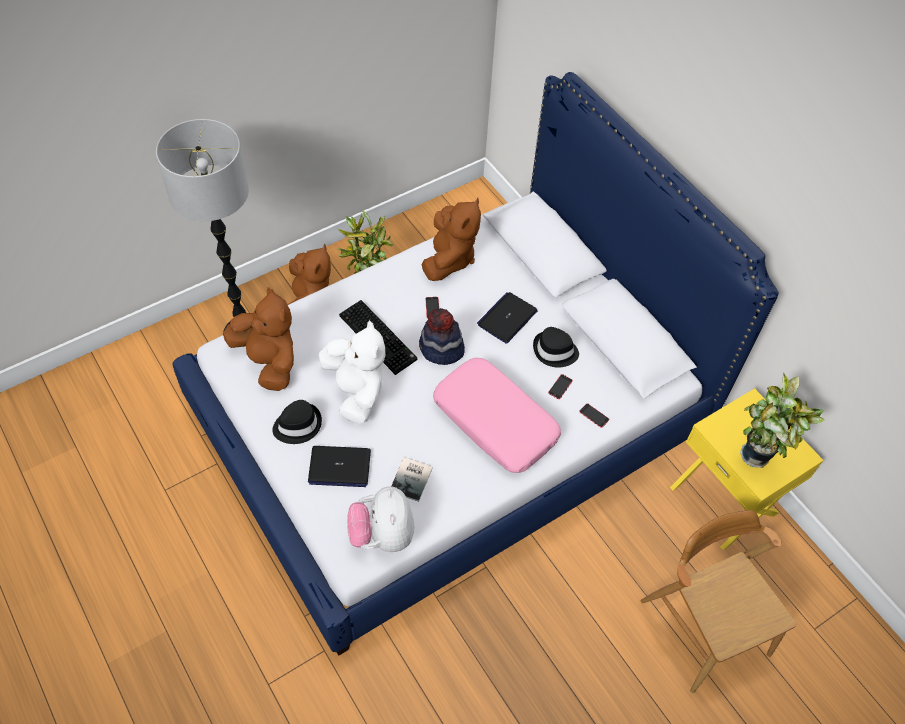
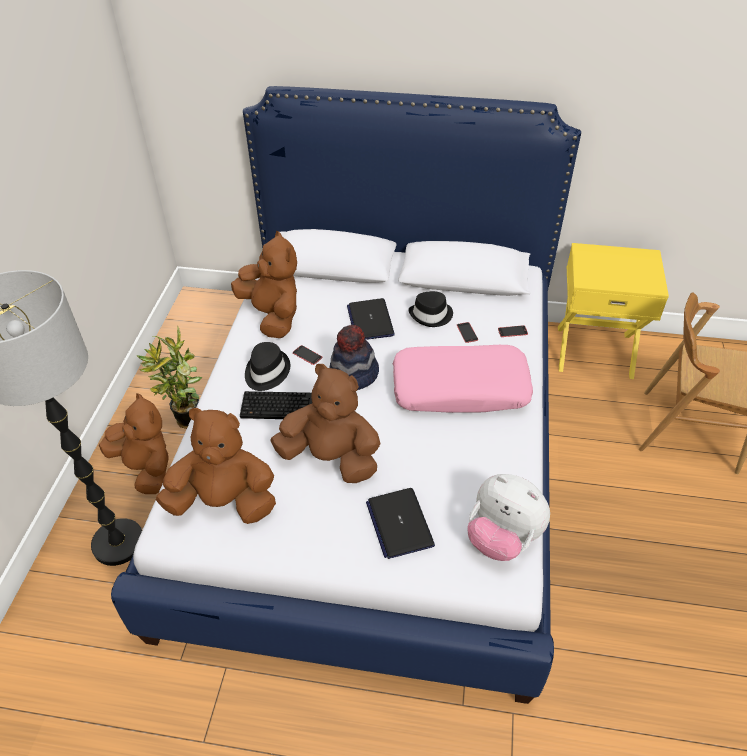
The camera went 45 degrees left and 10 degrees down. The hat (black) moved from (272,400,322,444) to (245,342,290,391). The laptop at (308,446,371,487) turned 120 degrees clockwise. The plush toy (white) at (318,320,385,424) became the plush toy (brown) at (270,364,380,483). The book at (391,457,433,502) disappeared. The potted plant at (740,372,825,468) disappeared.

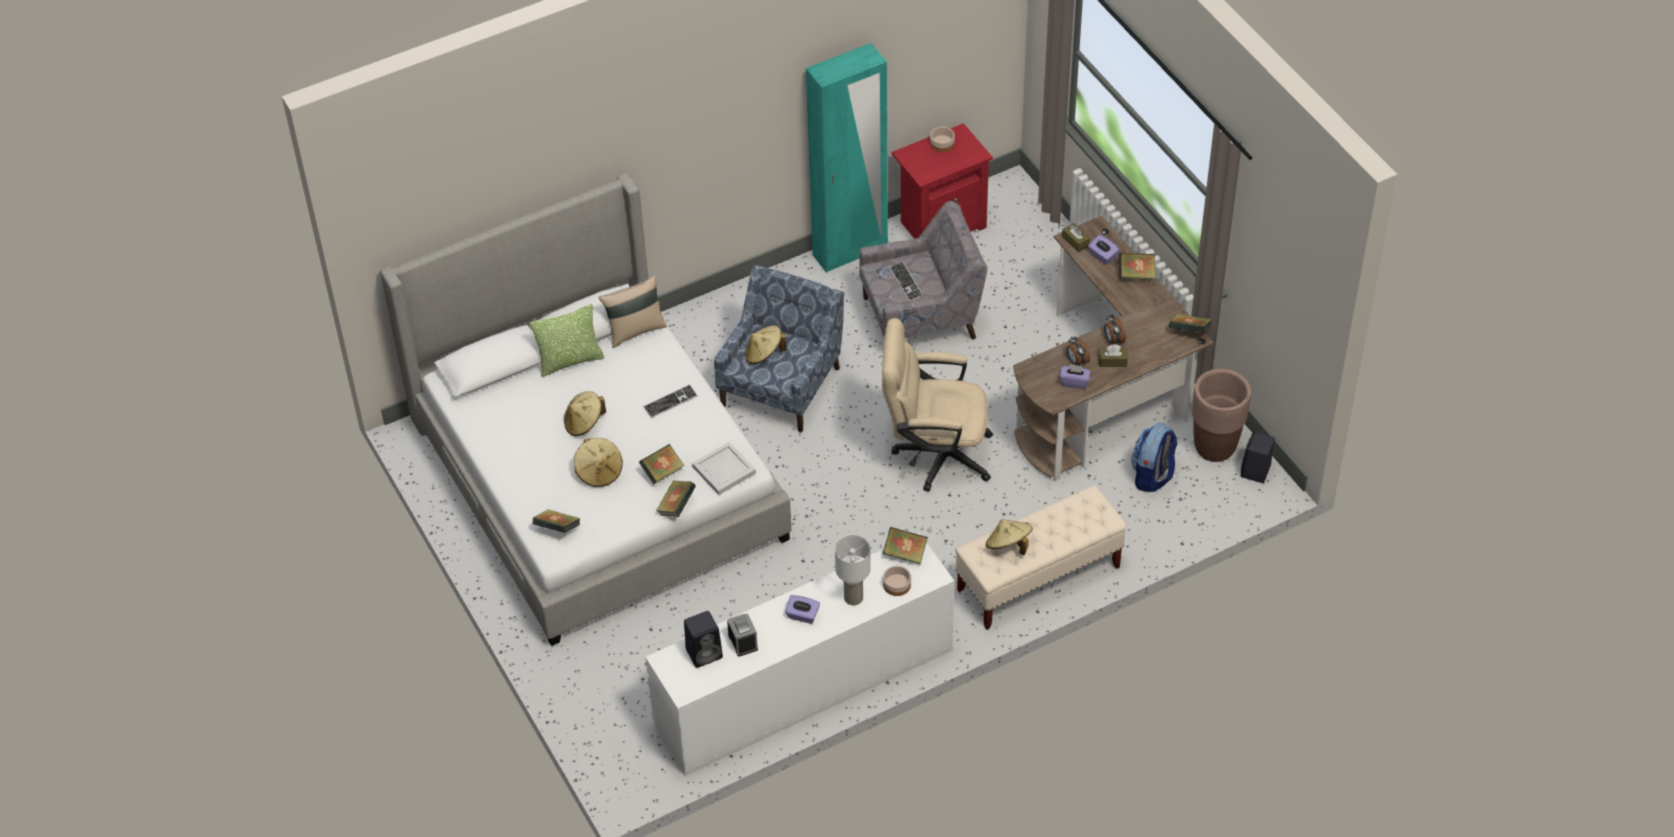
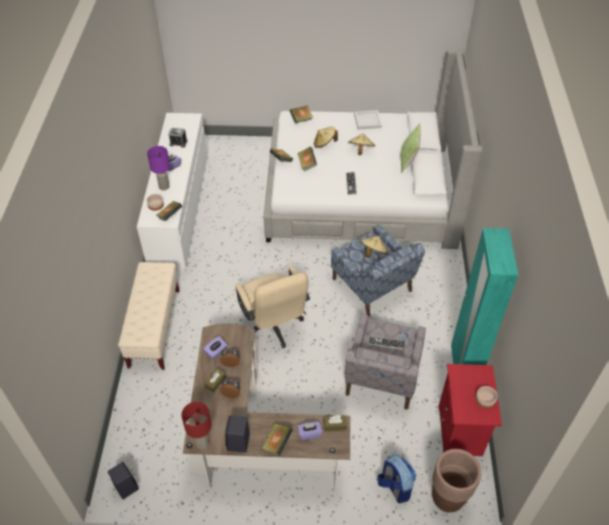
The camera went 120 degrees right and 0 degrees up. The pillow (beige) at (598,275,667,348) disappeared. The speaker (black) moved from (684,611,723,668) to (225,415,250,453). The tray (white) moved from (692,442,756,495) to (354,110,382,130). The table lamp (white) at (835,535,871,605) became the table lamp (purple) at (147,146,170,190). The office chair (beige) at (882,318,993,492) turned 120 degrees clockwise. The hat (beige) at (986,519,1032,555) disappeared. The backpack moved from (1131,423,1178,492) to (377,454,416,503). The book at (1169,314,1212,333) was replaced by the table lamp (red) at (181,402,212,449). The planter (brown) moved from (1192,369,1251,462) to (432,449,481,513).

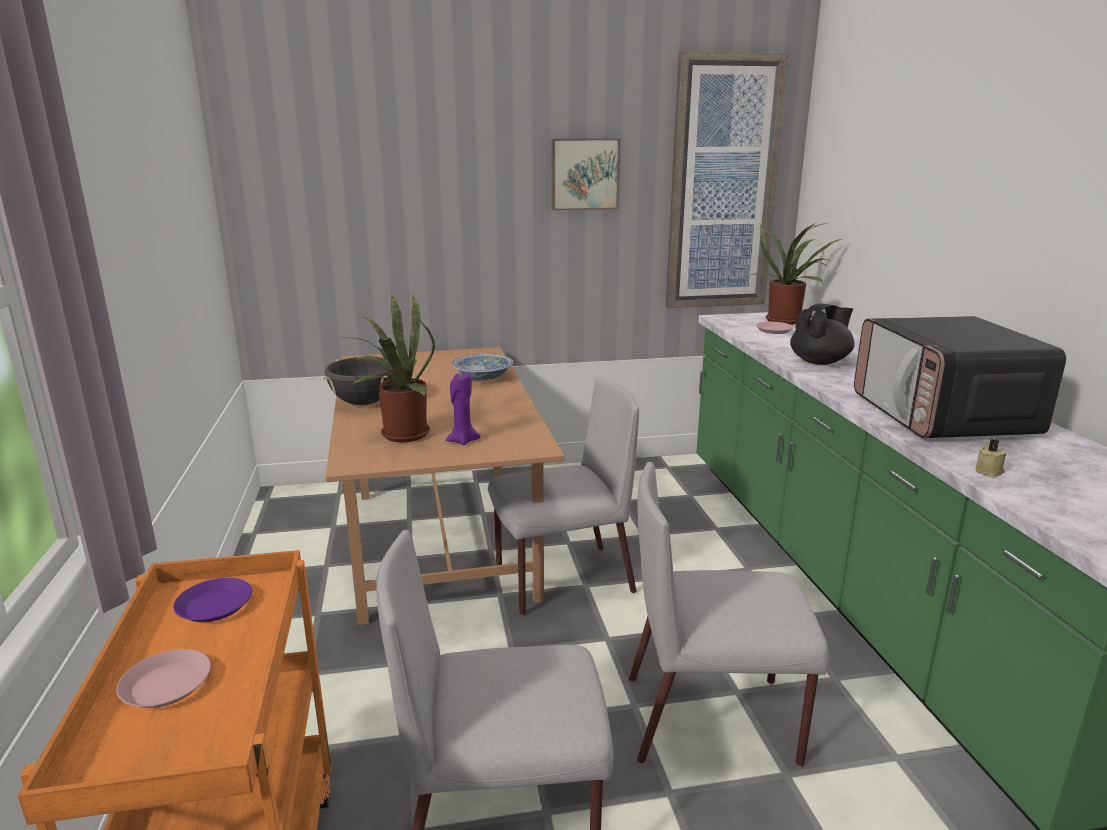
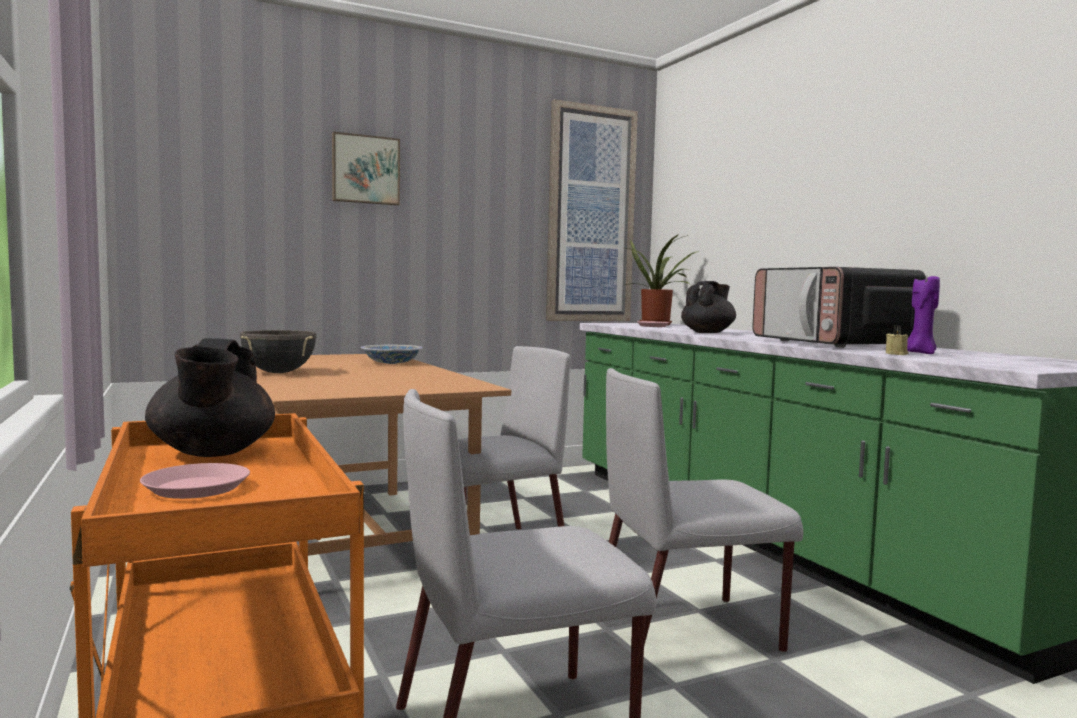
The camera went 15 degrees left and 15 degrees down. The plate (purple) at (173,578,252,622) was replaced by the teapot (black) at (145,338,275,457). The potted plant at (340,294,435,442) disappeared. The candle (purple) moved from (446,372,481,445) to (907,276,940,354). The picture moved from (551,139,620,210) to (332,132,400,205).

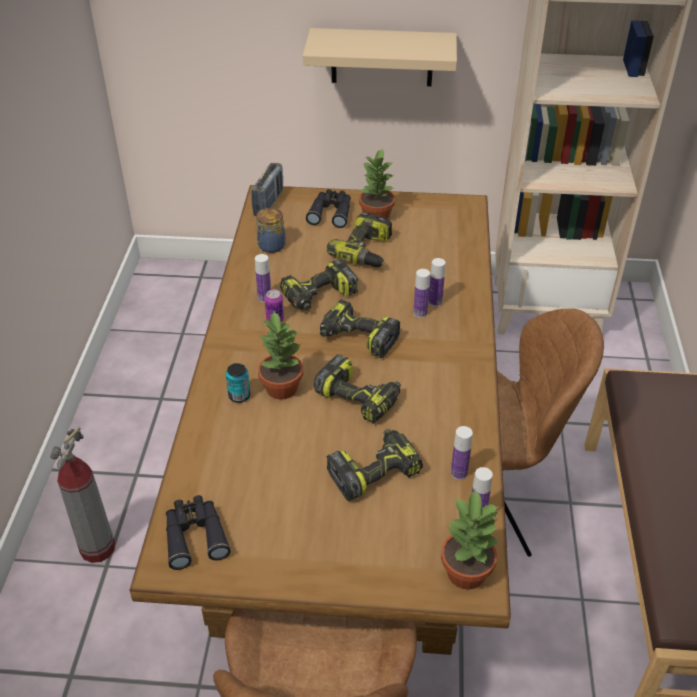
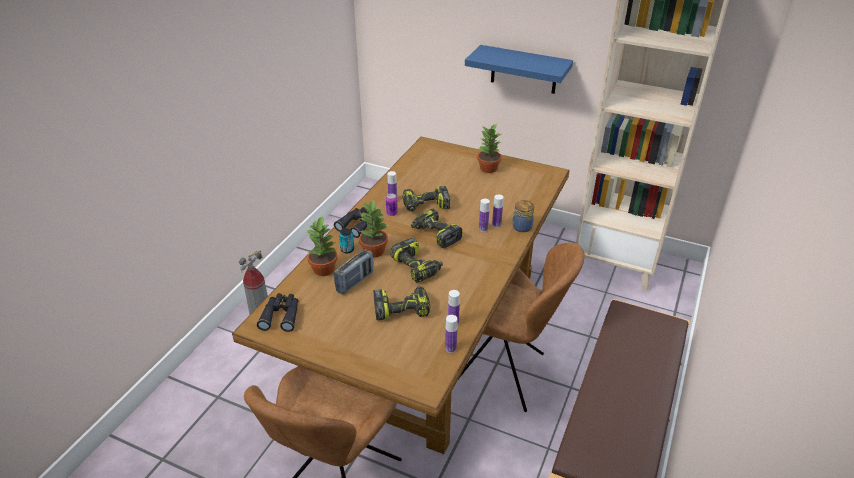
The camera went 20 degrees right and 5 degrees down. The radio moved from (251,163,283,216) to (334,249,373,294). The jar moved from (256,208,285,253) to (512,200,534,232). The shelf (beige) at (303,28,457,86) became the shelf (blue) at (465,45,573,94). The binoculars (black) moved from (306,189,351,228) to (334,207,369,238). The power drill at (327,212,392,267) disappeared. The potted plant moved from (441,489,500,590) to (306,215,337,276).

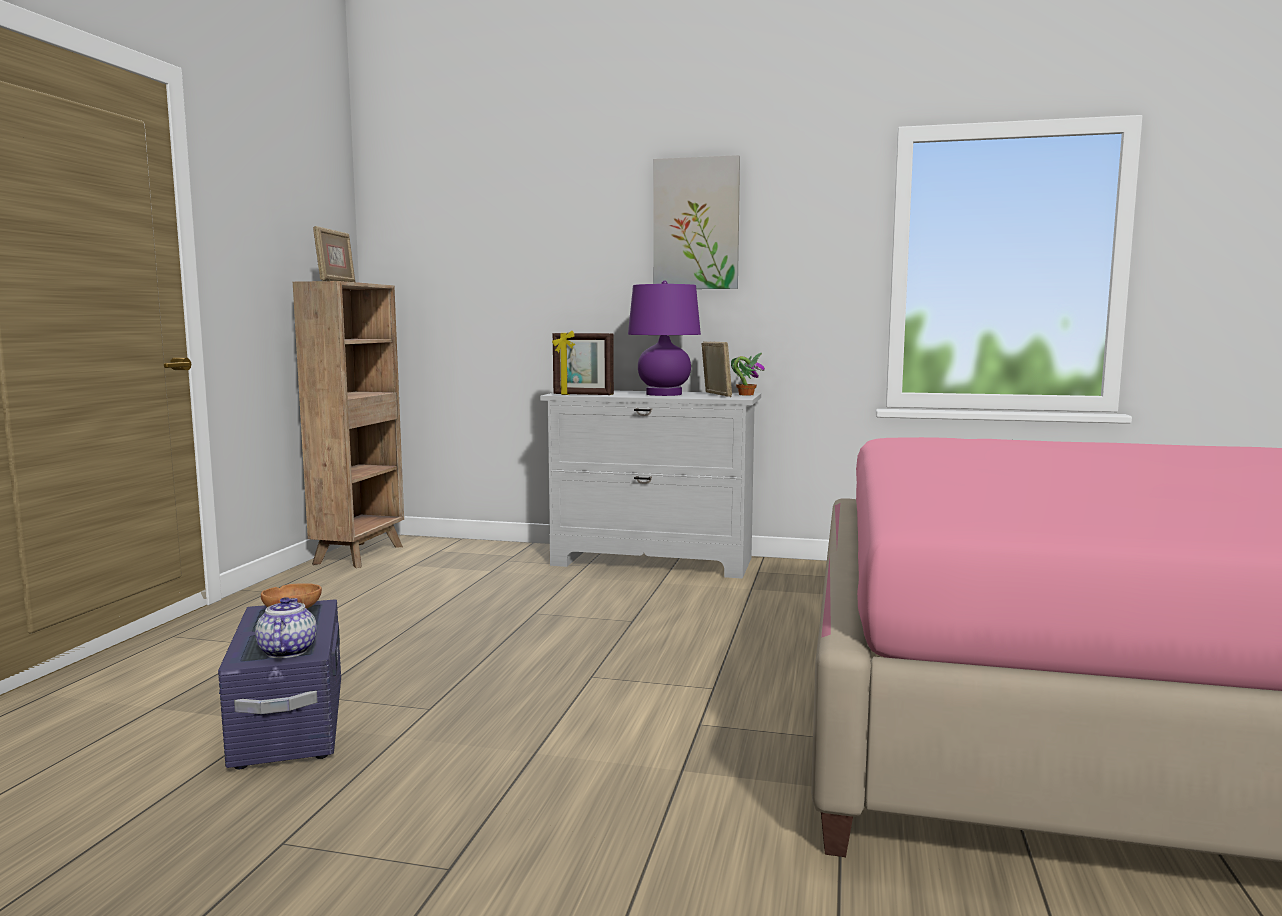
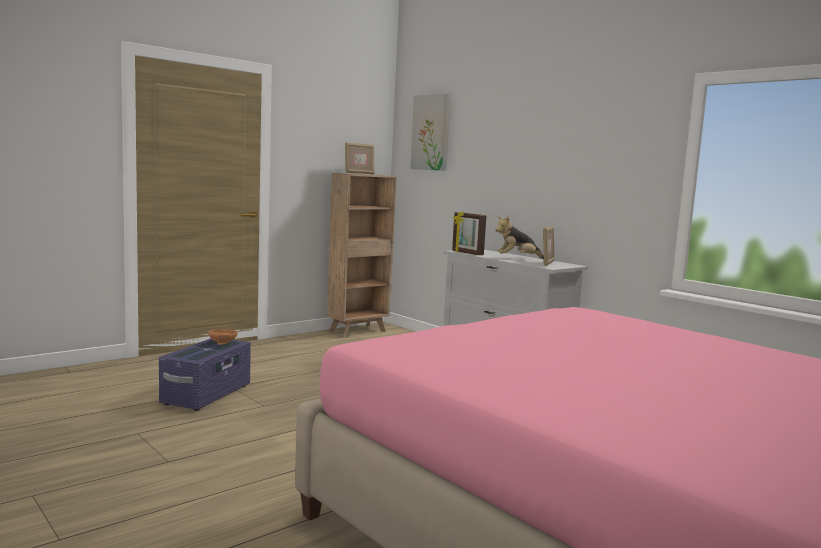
The camera went 35 degrees right and 0 degrees up. The teapot at (255,597,317,658) disappeared. The table lamp (purple) at (628,280,701,396) was replaced by the plush toy at (495,216,543,259). The picture moved from (653,155,740,289) to (410,93,451,171). The potted plant at (731,352,765,396) disappeared.

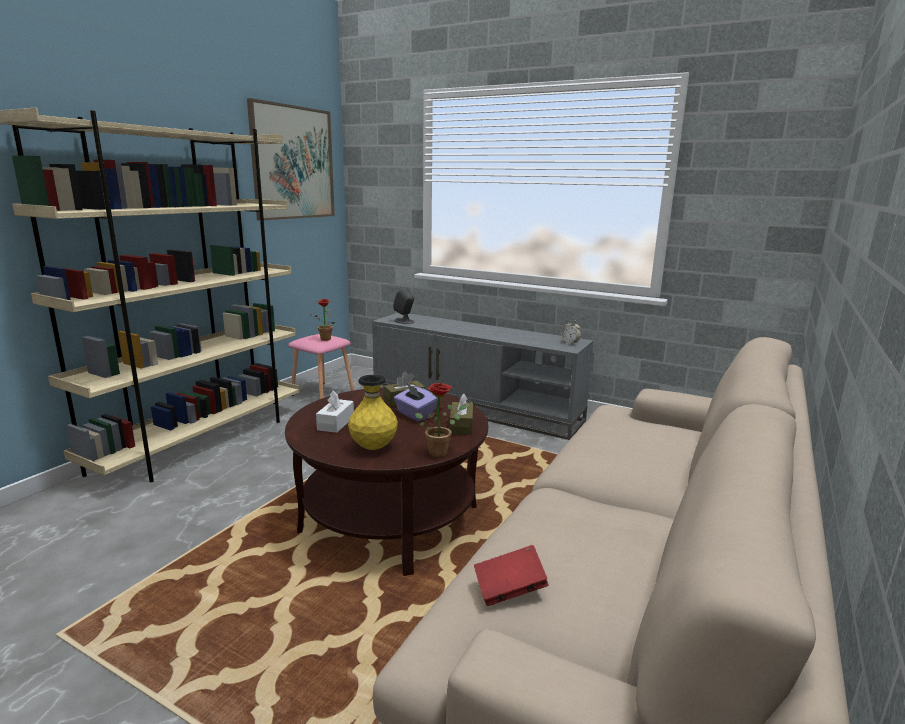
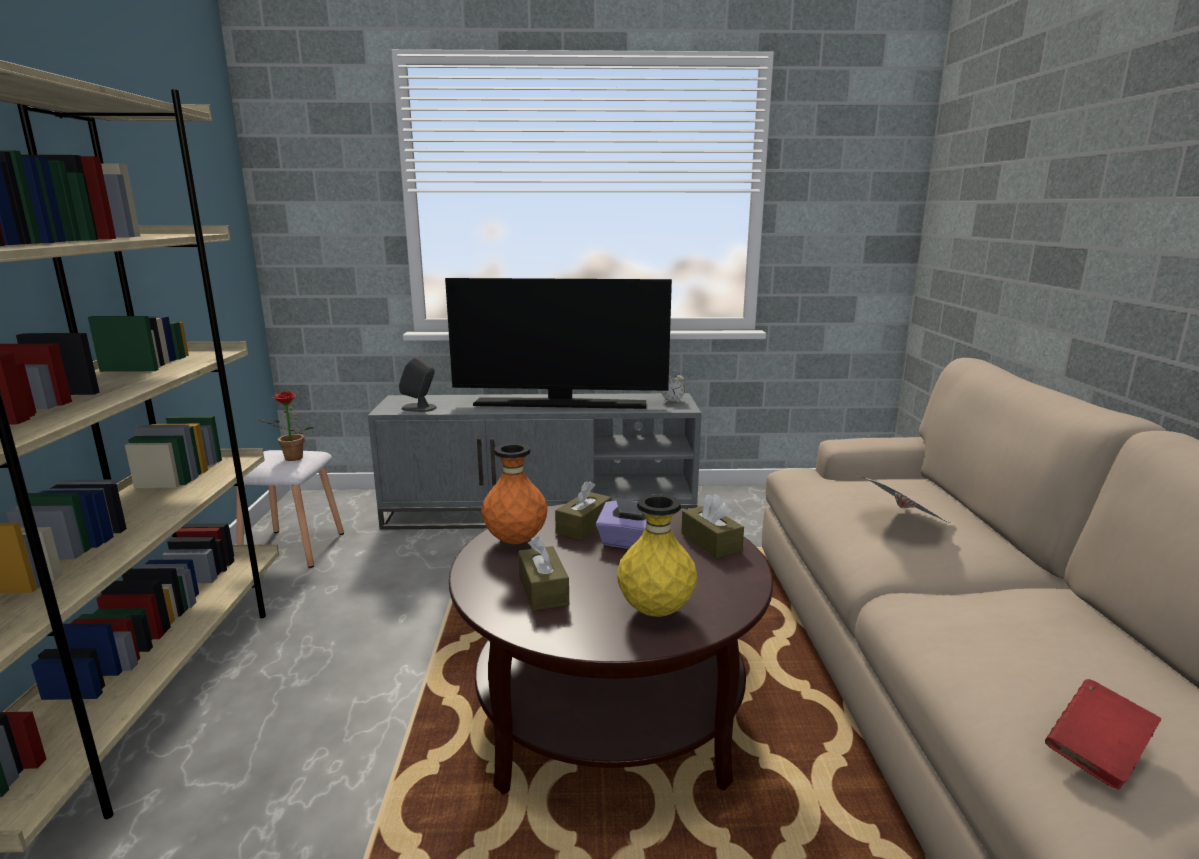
The camera went 30 degrees left and 0 degrees up. The picture at (247,98,335,220) disappeared. The stool (pink) at (288,334,354,399) became the stool (white) at (236,450,344,568). The tissue box (white) at (316,391,354,433) became the tissue box (brown) at (518,537,569,611). The potted plant at (415,383,468,458) disappeared. The television at (445,278,672,409) appeared. The vase (orange) at (481,443,548,544) appeared. The newspaper at (858,476,953,523) appeared.

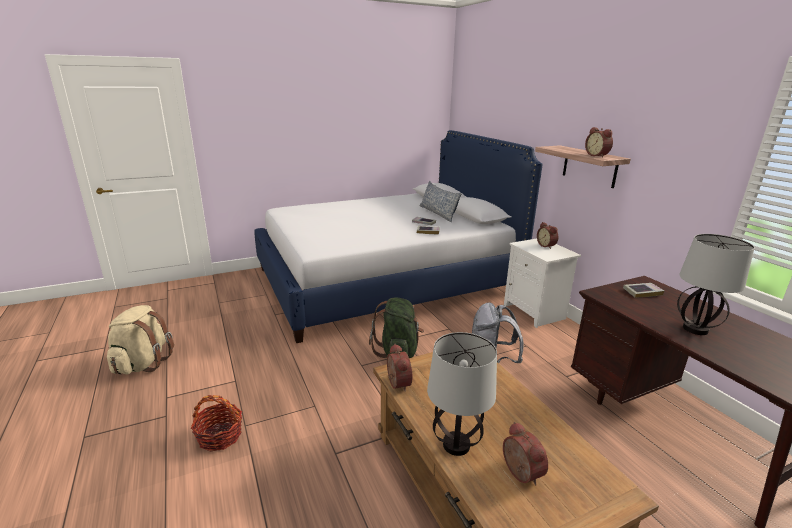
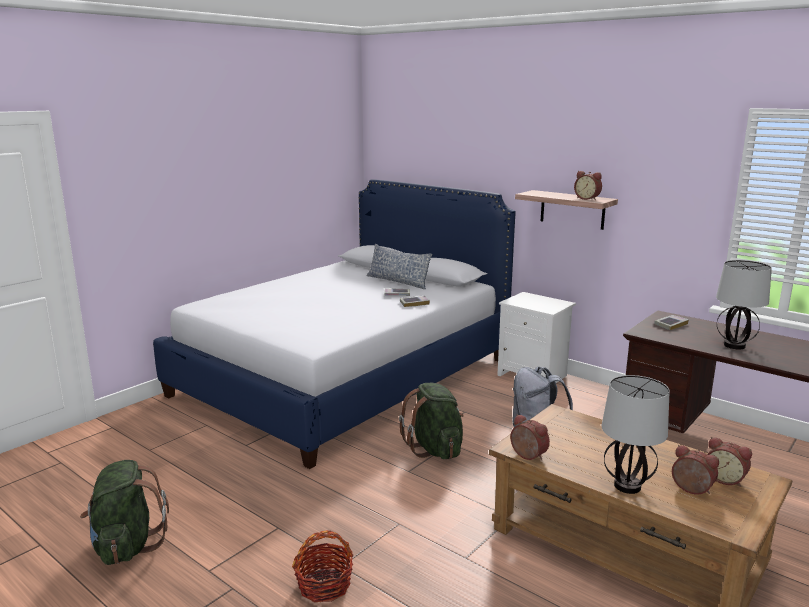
The camera went 25 degrees left and 5 degrees down. The backpack (beige) at (107,305,174,374) became the backpack (green) at (80,460,169,565). The alarm clock moved from (537,222,558,249) to (707,437,752,487).

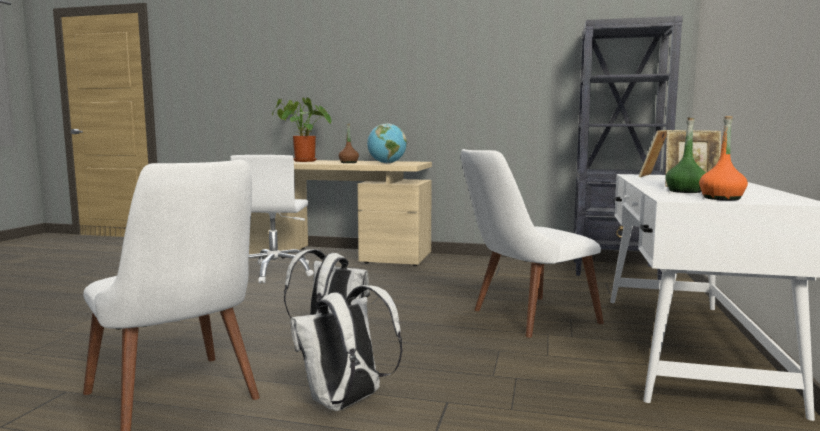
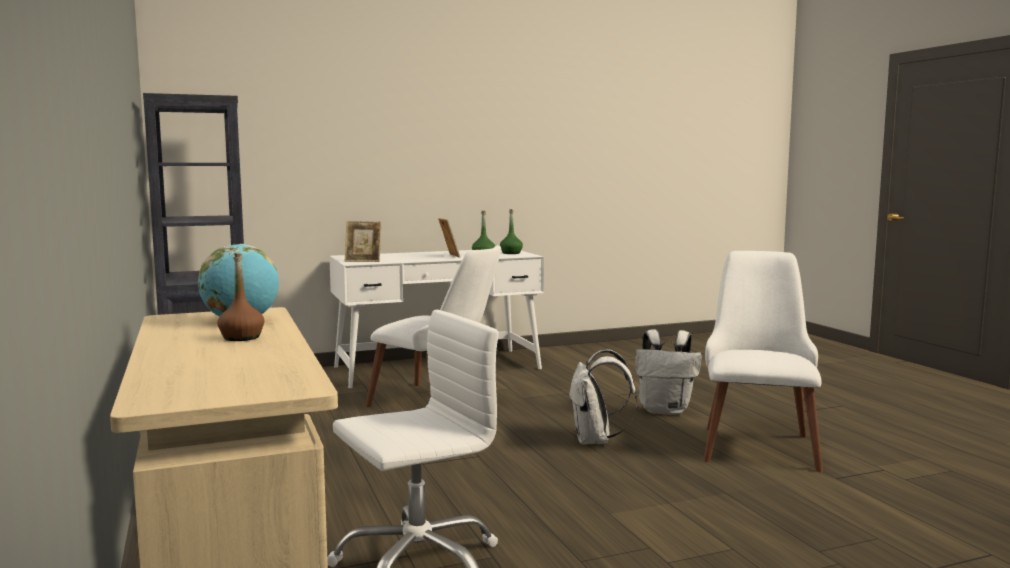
The camera went 125 degrees left and 0 degrees up. The potted plant at (272,97,331,162) disappeared. The bottle (orange) at (699,116,748,200) became the bottle (green) at (500,209,523,254).

